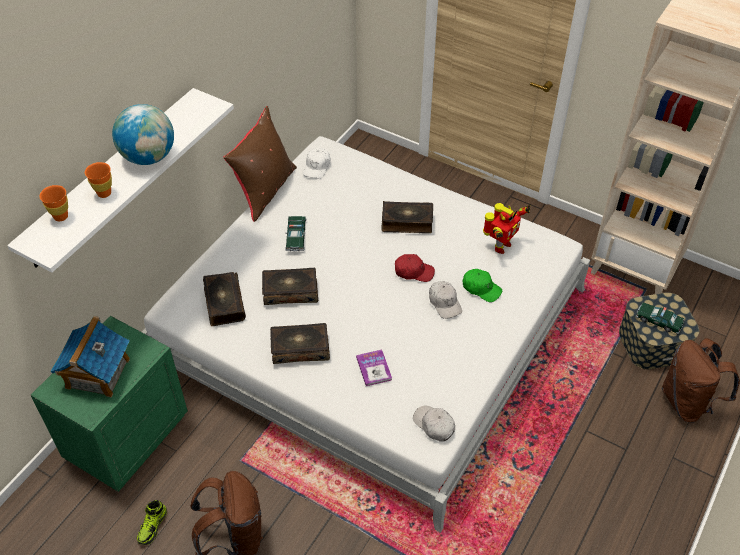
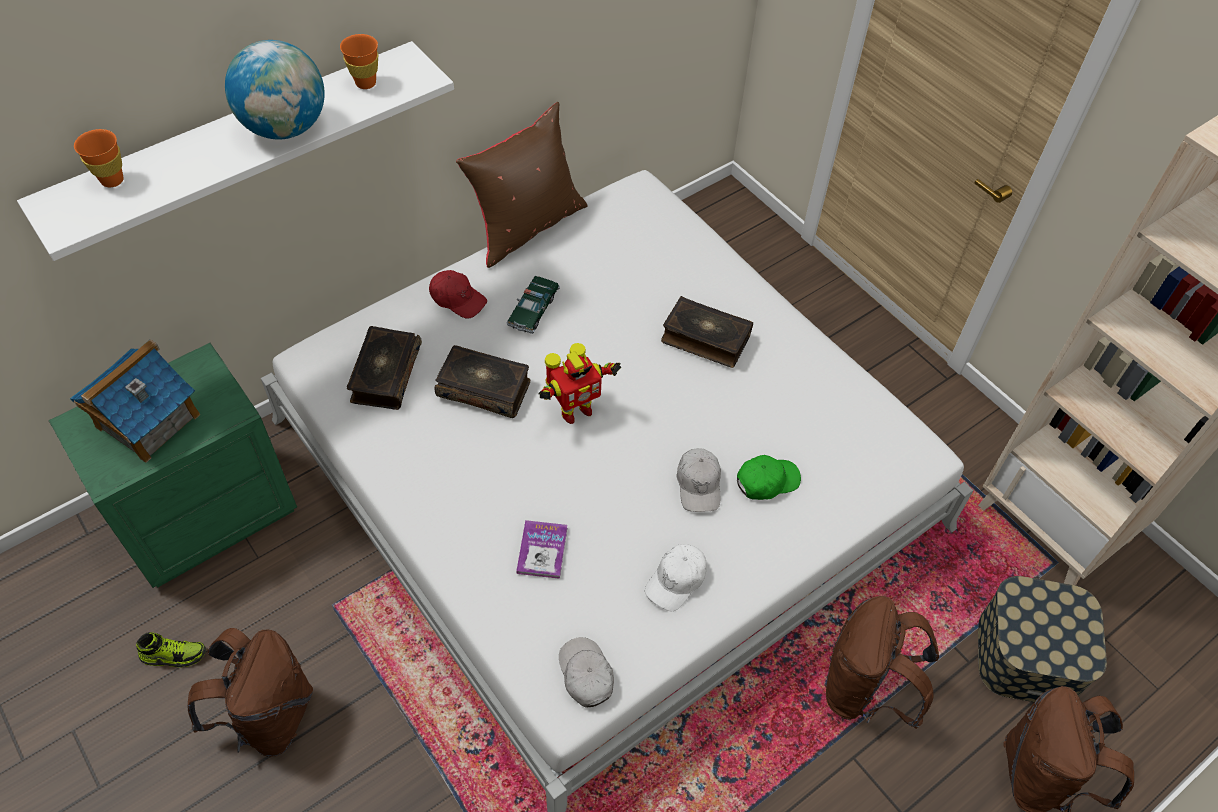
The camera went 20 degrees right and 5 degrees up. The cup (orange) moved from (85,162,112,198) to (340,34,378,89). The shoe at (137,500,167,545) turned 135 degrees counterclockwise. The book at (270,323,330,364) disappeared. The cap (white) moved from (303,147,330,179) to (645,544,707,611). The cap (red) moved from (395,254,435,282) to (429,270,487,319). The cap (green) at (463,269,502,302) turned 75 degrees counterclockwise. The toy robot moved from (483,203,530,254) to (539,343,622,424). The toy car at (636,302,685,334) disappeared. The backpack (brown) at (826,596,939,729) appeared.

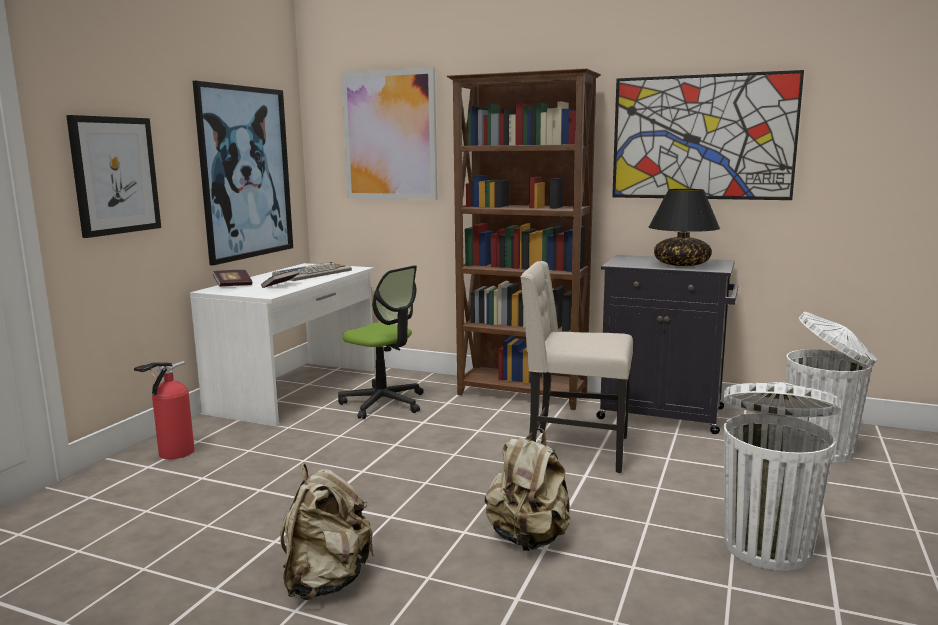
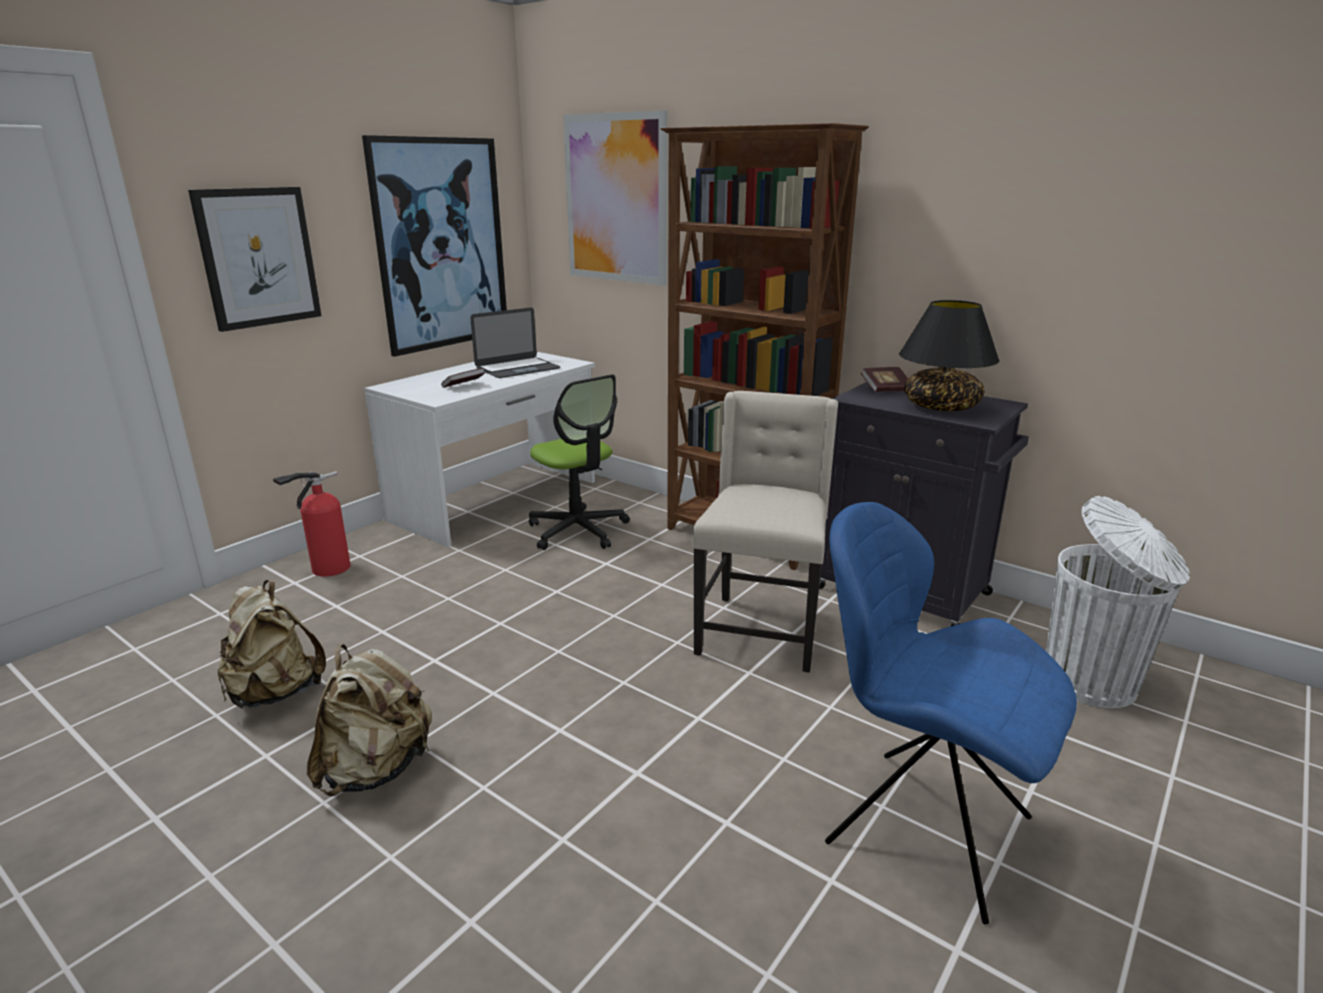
The camera went 15 degrees right and 10 degrees up. The book moved from (213,270,253,287) to (861,367,908,392). The keyboard at (272,262,352,281) was replaced by the laptop at (470,308,561,378). The backpack (beige) moved from (485,428,571,551) to (218,580,326,708). The chair (beige) at (520,261,633,473) turned 75 degrees clockwise. The picture at (612,70,804,200) disappeared. The trash can (white) at (724,382,841,571) was replaced by the chair (blue) at (825,502,1077,924).

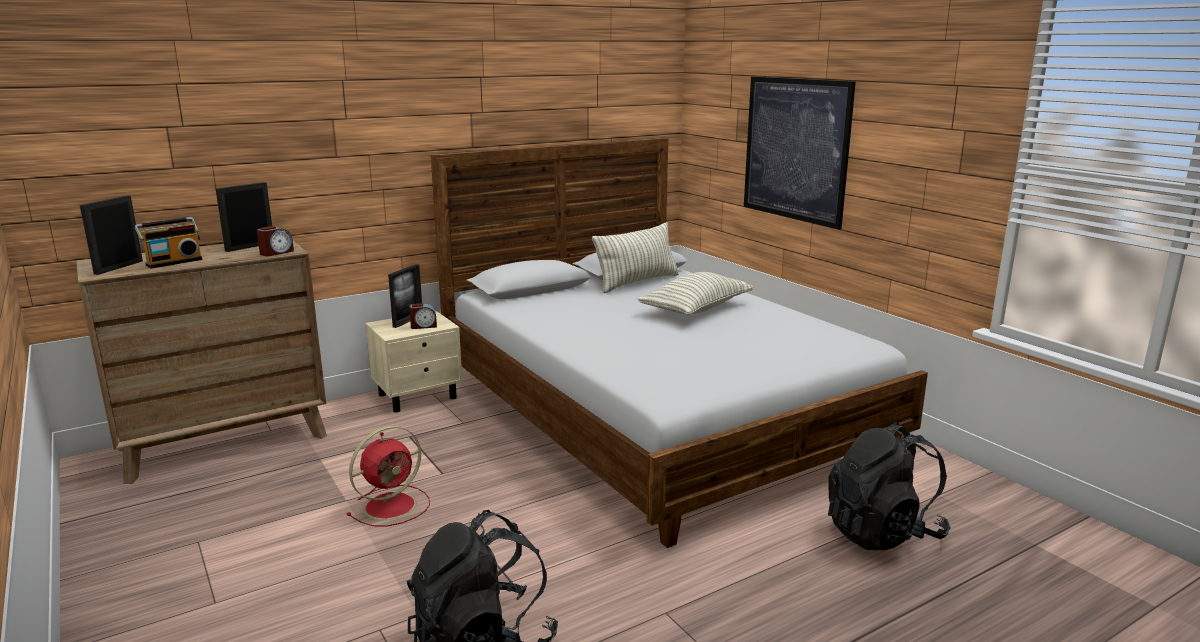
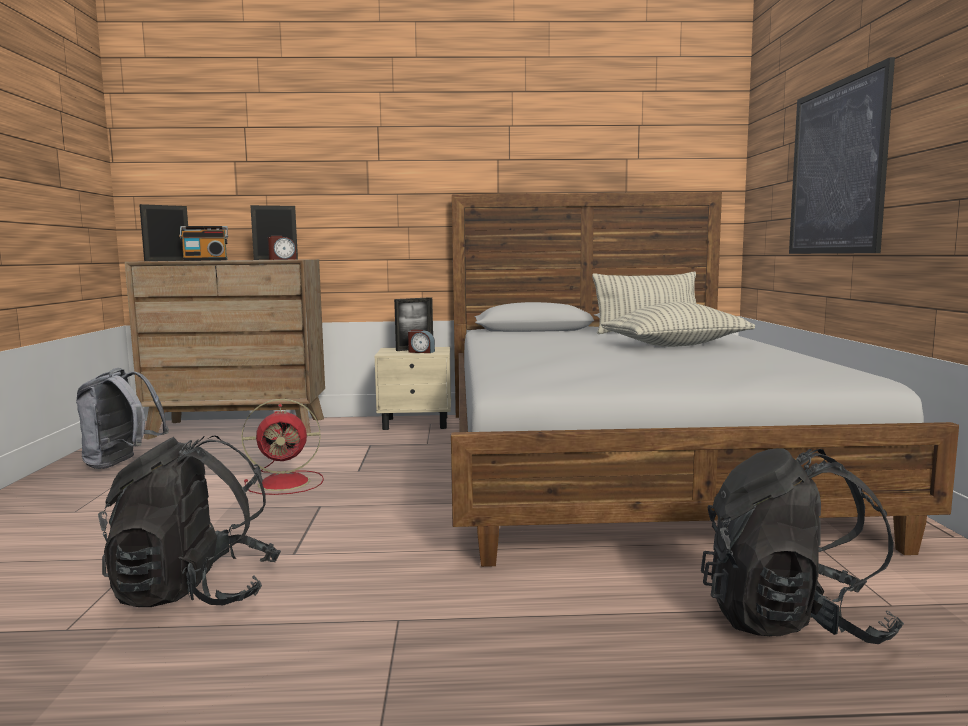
The camera went 30 degrees right and 10 degrees down. The backpack (grey) at (76,368,169,469) appeared.

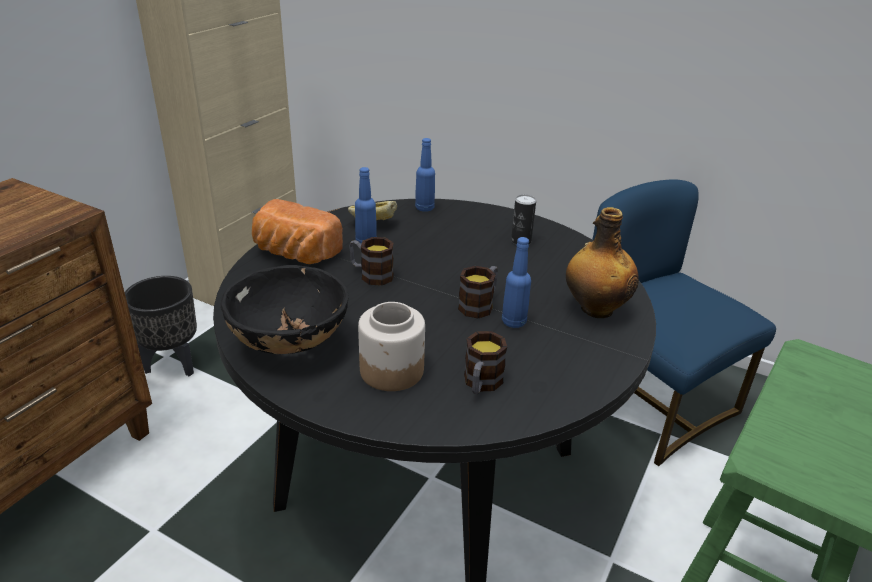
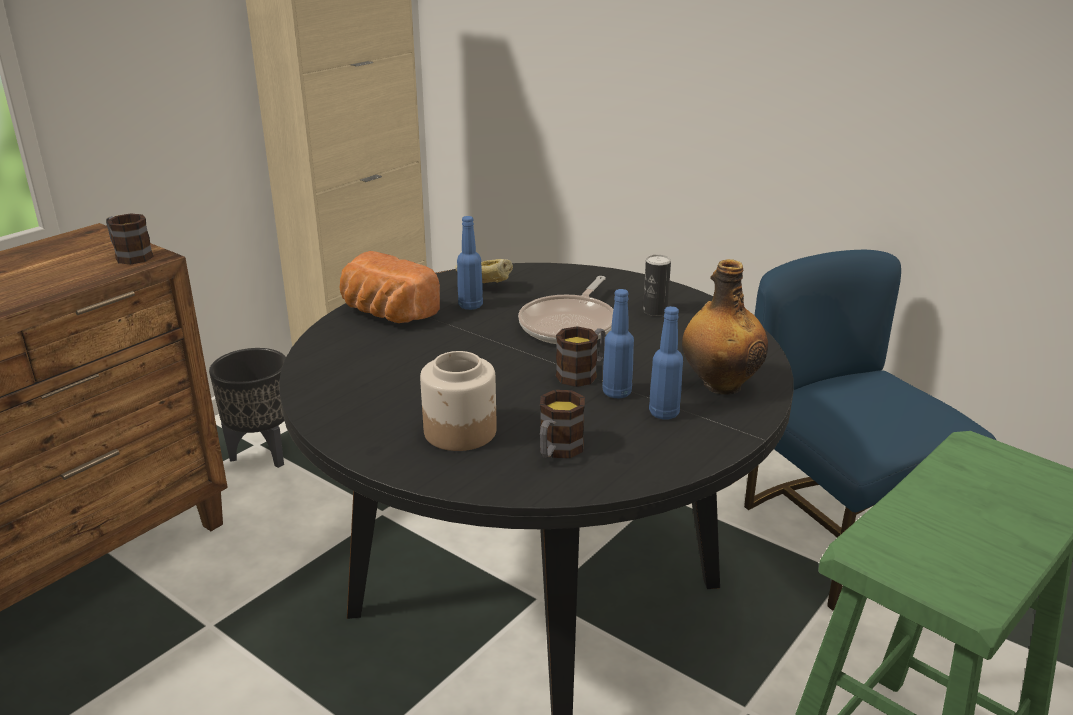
The camera went 10 degrees right and 5 degrees down. The bowl (black) at (221,265,349,354) disappeared. The mug moved from (349,237,394,286) to (106,213,154,264). The bottle (blue) moved from (415,138,435,212) to (649,306,683,419). The frying pan at (518,276,613,344) appeared.

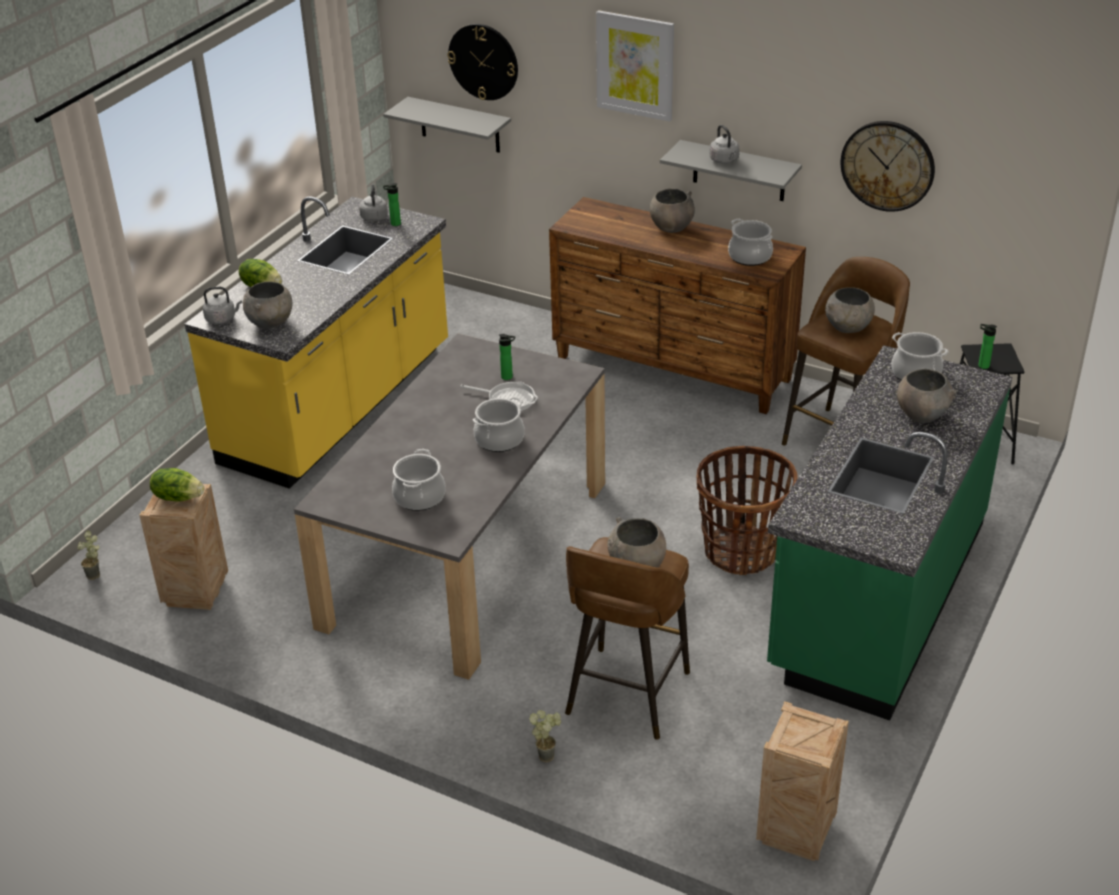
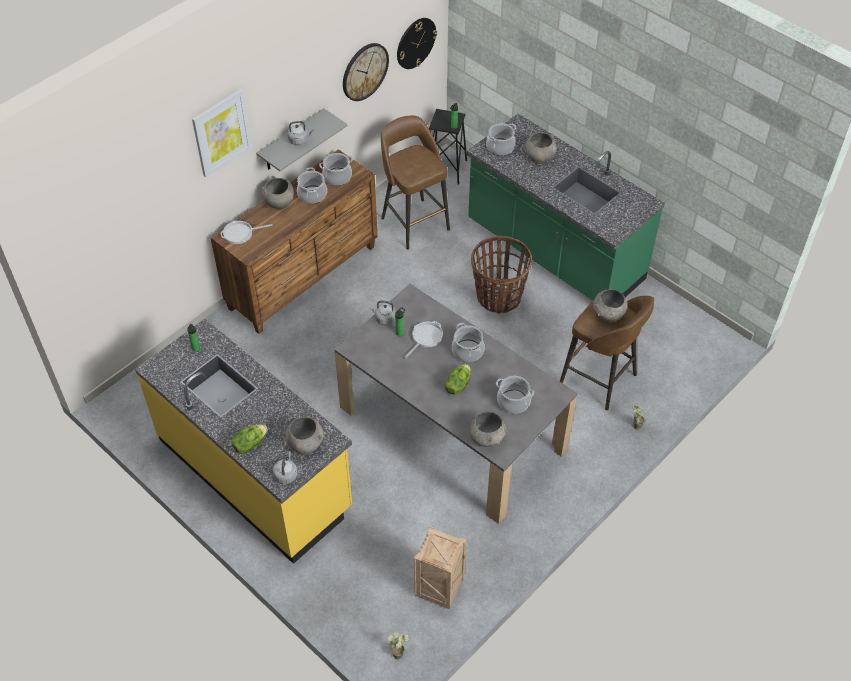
The camera went 75 degrees left and 15 degrees up. The lettuce moved from (150,468,204,501) to (444,364,471,395). The kettle (grey) moved from (359,184,388,222) to (369,301,396,325). The shelf (grey) at (383,97,511,153) disappeared. The wall clock moved from (447,24,518,100) to (397,18,437,69). The crate at (756,701,849,861) disappeared. The bowl (grey) moved from (825,287,875,333) to (470,411,506,447). The frying pan at (221,220,273,244) appeared. The cooking pot at (297,167,327,204) appeared.

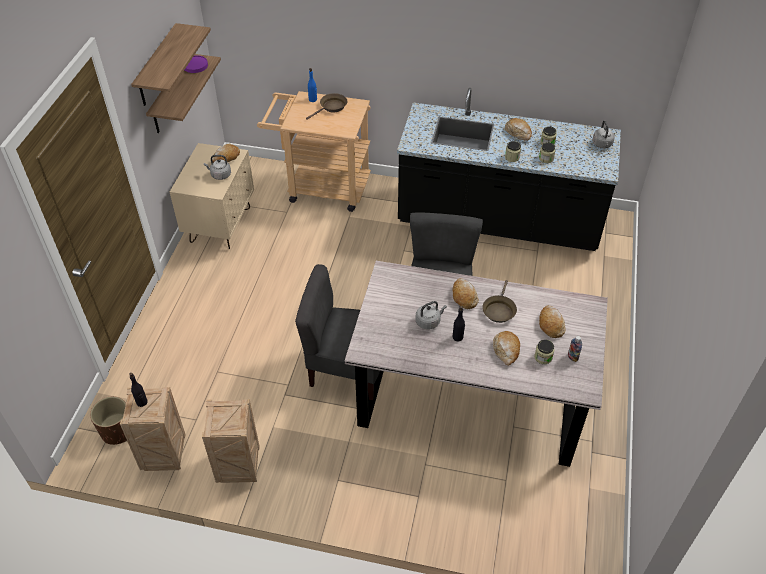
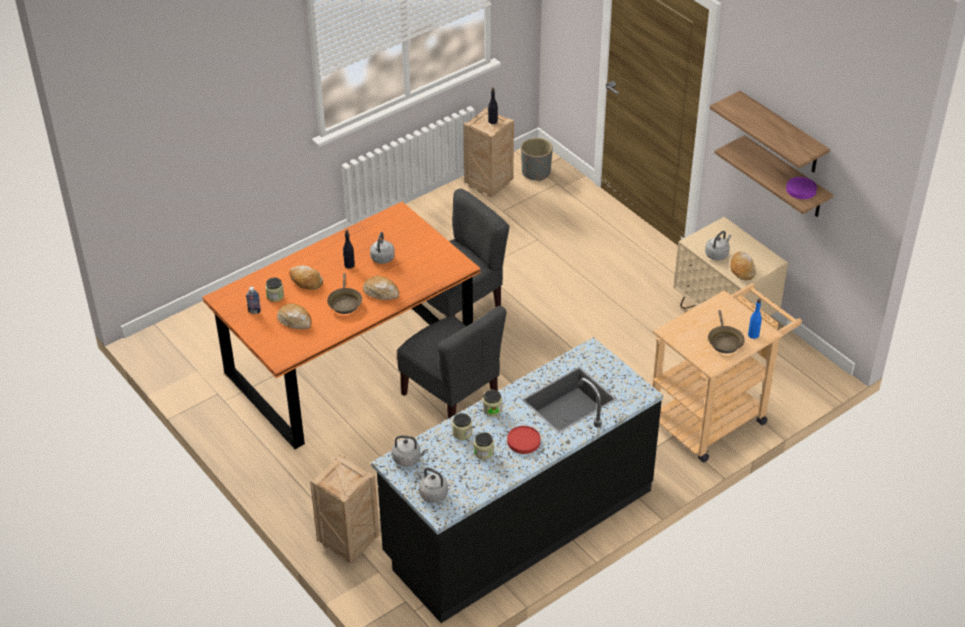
The camera went 130 degrees right and 5 degrees down. The planter (brown) at (90,396,127,445) became the planter (grey) at (521,138,553,181). The crate moved from (202,399,260,483) to (310,454,380,564). The dining table (grey) at (345,261,608,467) became the dining table (orange) at (202,202,480,449). The frying pan (brown) at (482,280,517,323) turned 150 degrees counterclockwise. The bread at (505,118,532,141) was replaced by the plate (red) at (507,426,541,454). The kettle (grey) at (392,436,428,467) appeared.

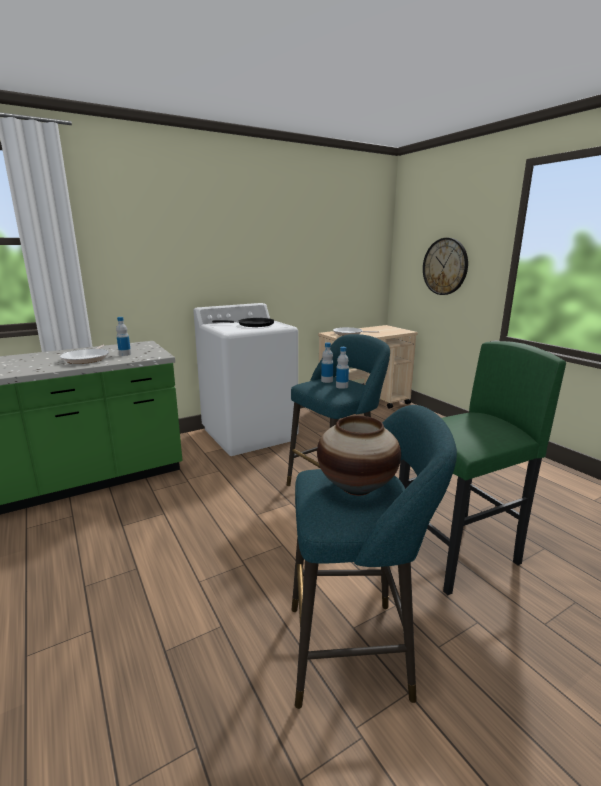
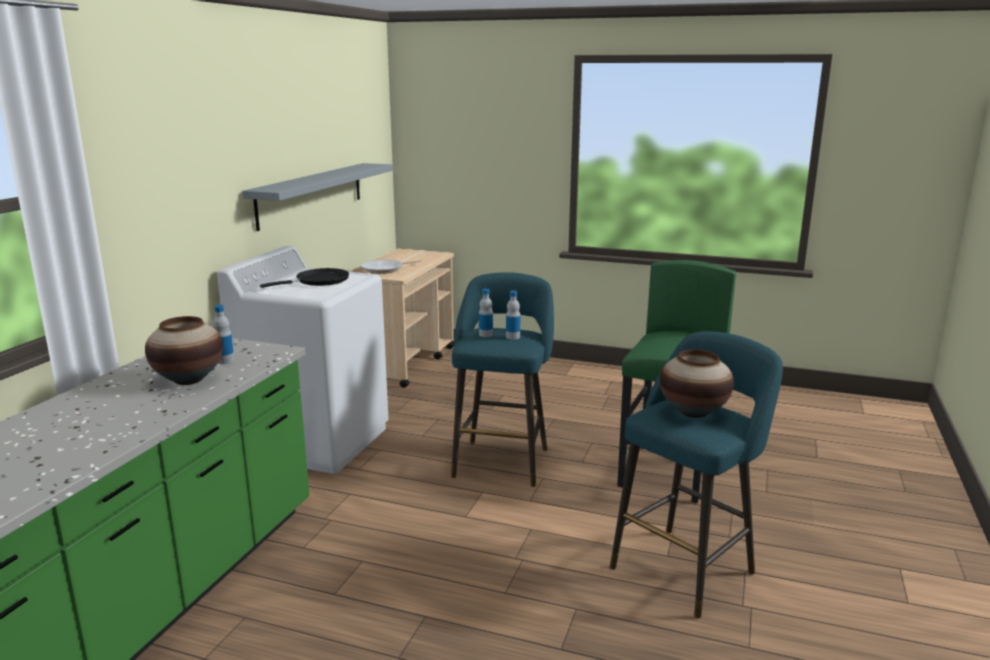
The camera went 40 degrees left and 0 degrees up. The frying pan at (60,345,109,364) was replaced by the vase at (145,316,223,385). The wall clock at (423,238,468,295) disappeared. The shelf (grey) at (242,163,393,231) appeared.

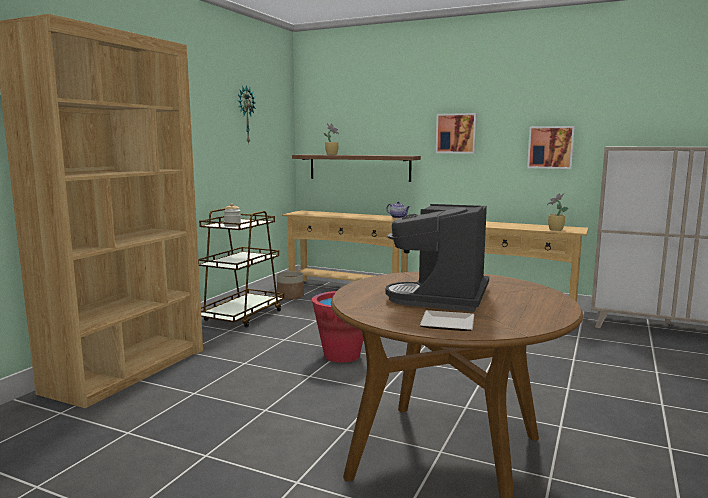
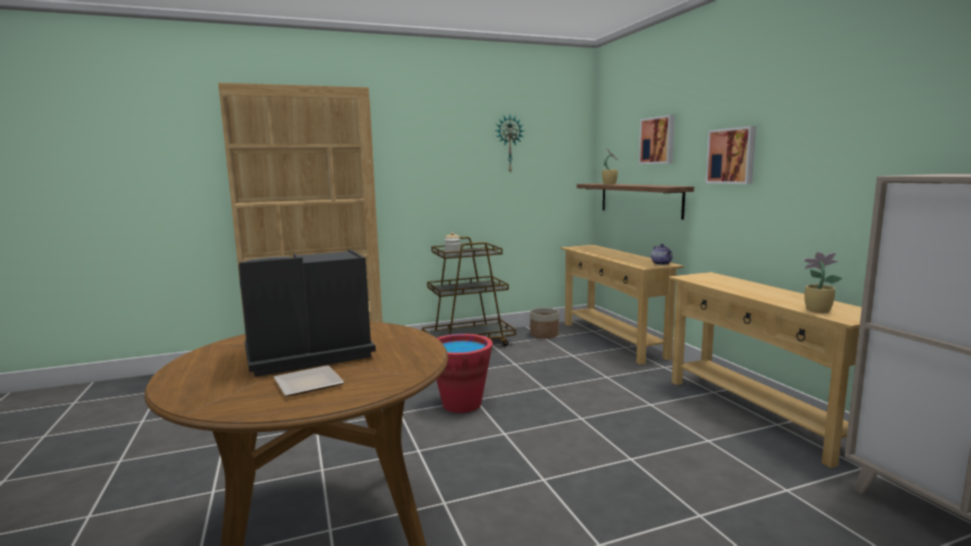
The camera went 45 degrees right and 0 degrees up. The plate moved from (420,310,474,331) to (274,365,344,396). The picture moved from (527,126,575,169) to (639,115,675,164).

